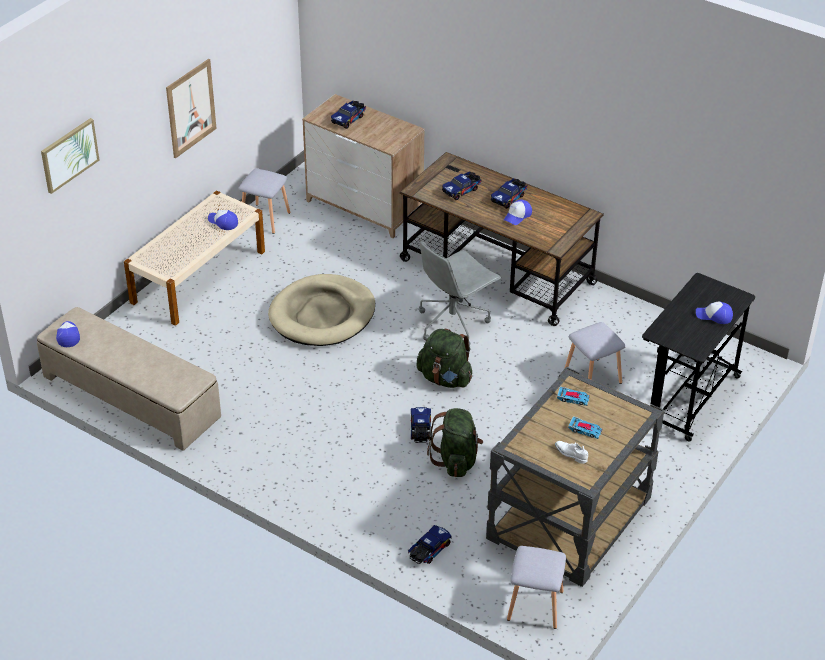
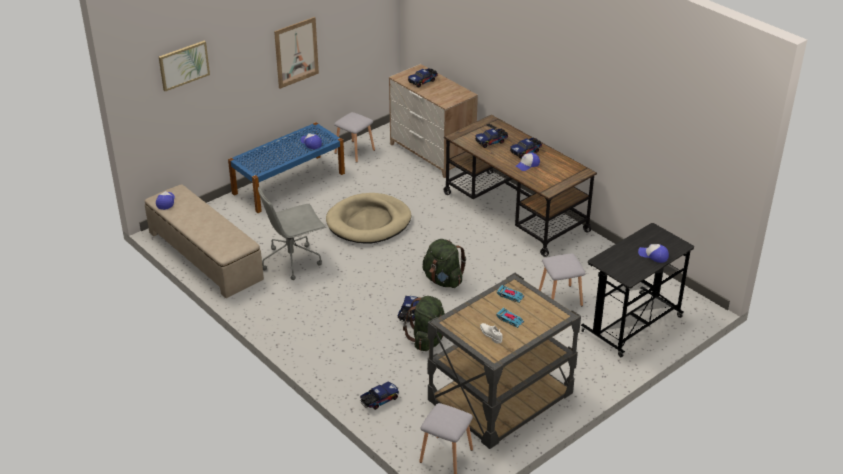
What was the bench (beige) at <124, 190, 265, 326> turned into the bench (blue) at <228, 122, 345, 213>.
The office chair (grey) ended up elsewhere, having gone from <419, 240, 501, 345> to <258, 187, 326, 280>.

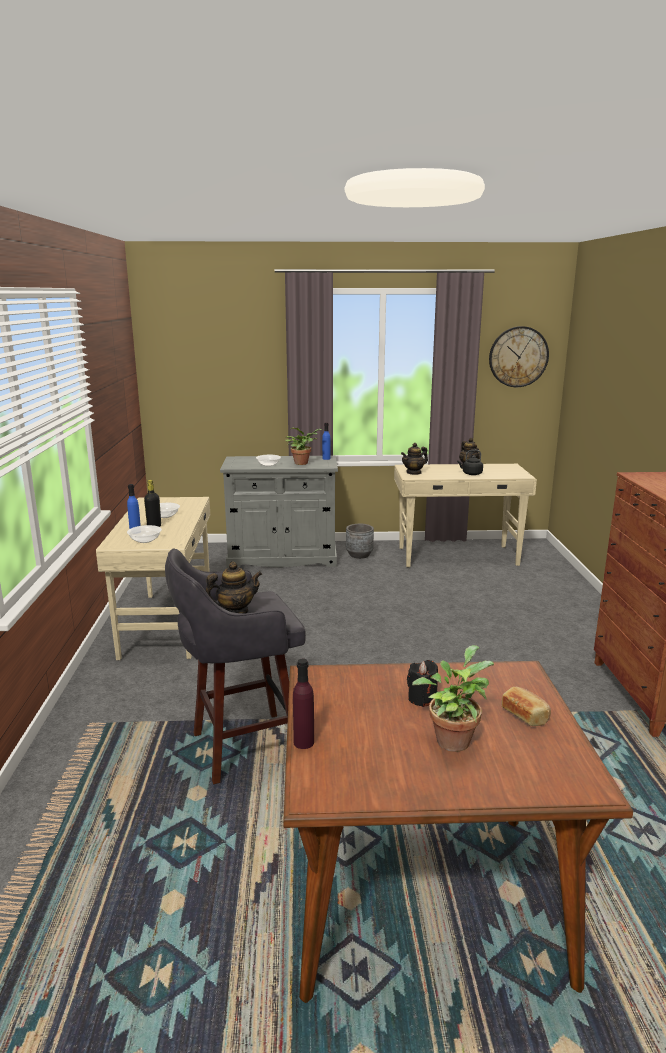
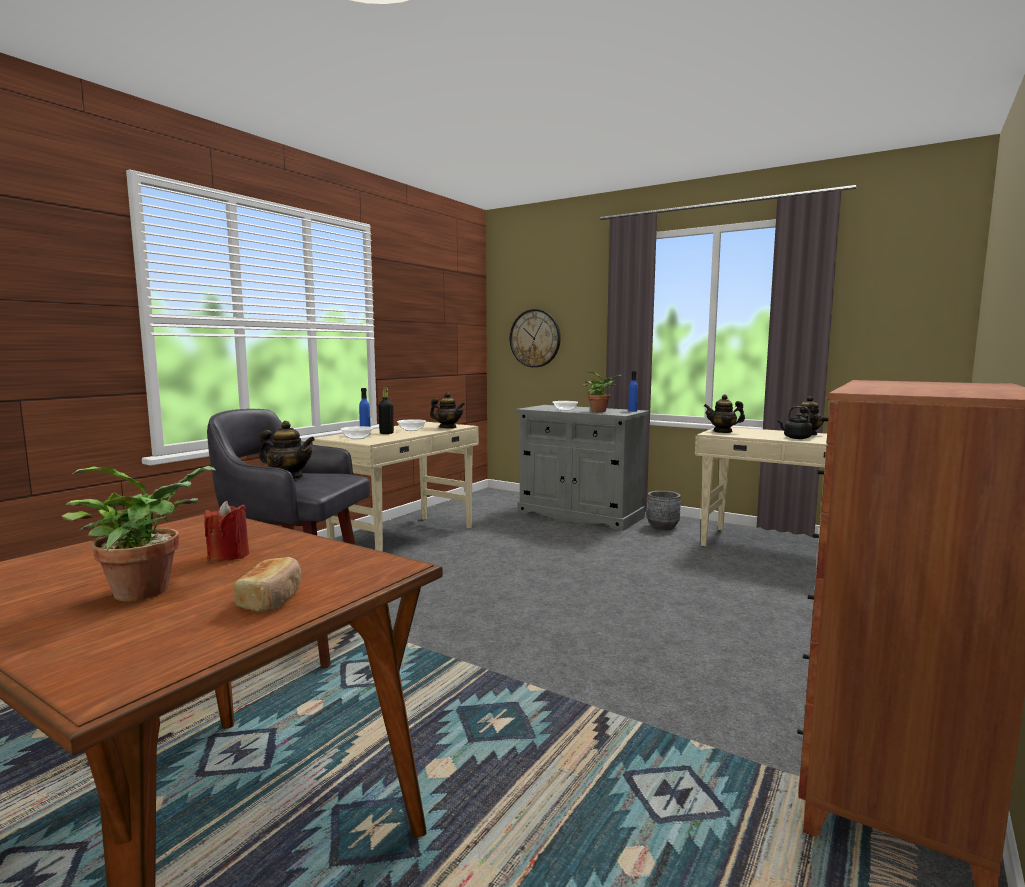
What was the candle (black) at <407, 660, 438, 707> turned into the candle (red) at <204, 501, 249, 561>.
The second view gained the teapot at <430, 392, 465, 428>.
The wall clock ended up elsewhere, having gone from <489, 326, 549, 387> to <510, 309, 561, 368>.
The second view lost the bottle (purple) at <293, 658, 314, 749>.

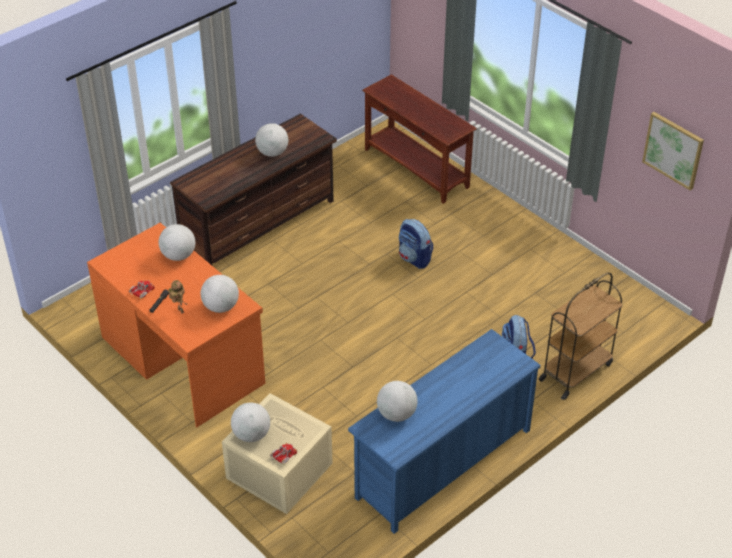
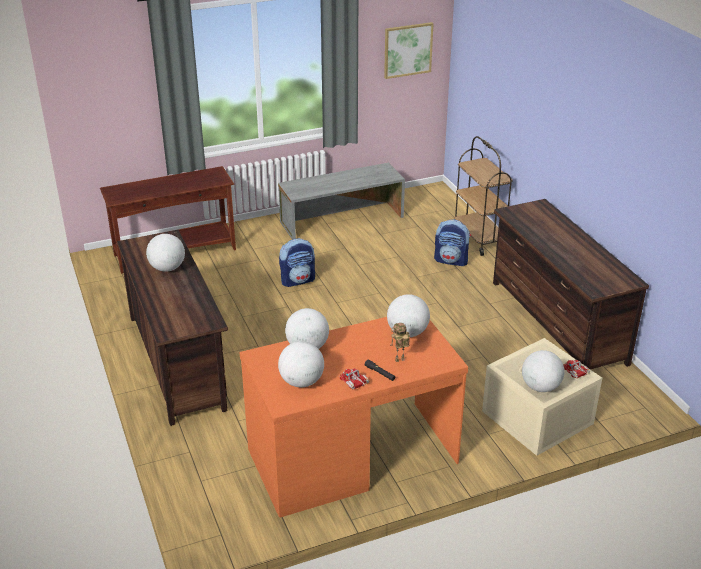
The second view gained the bench (grey) at <278, 163, 405, 240>.
The globe ended up elsewhere, having gone from <377, 381, 418, 422> to <278, 341, 324, 387>.
What was the dresser (blue) at <348, 329, 540, 534> turned into the dresser (brown) at <493, 199, 649, 370>.

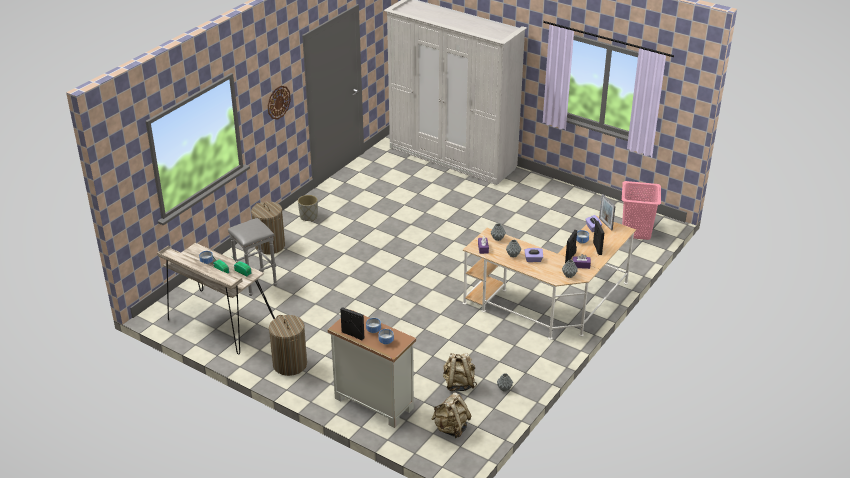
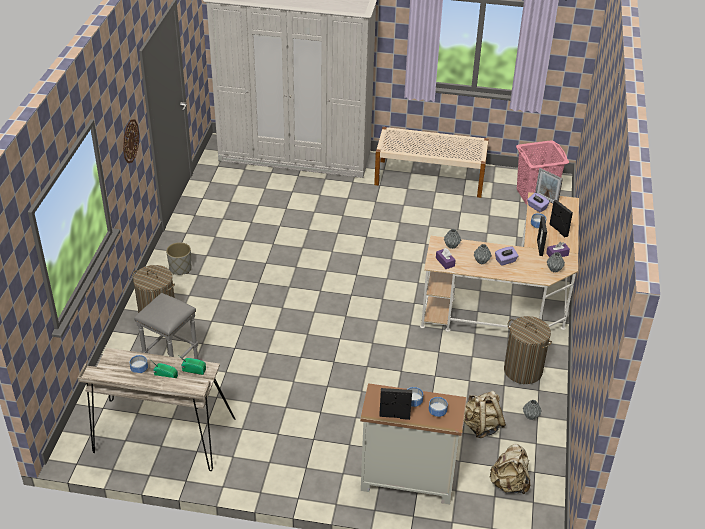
The second view gained the bench (beige) at <374, 127, 489, 198>.
The laundry basket ended up elsewhere, having gone from <269, 315, 307, 376> to <504, 316, 552, 384>.

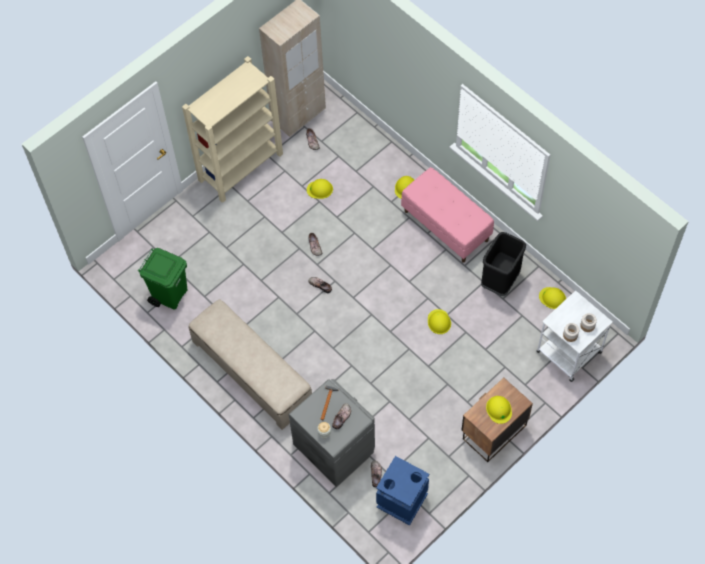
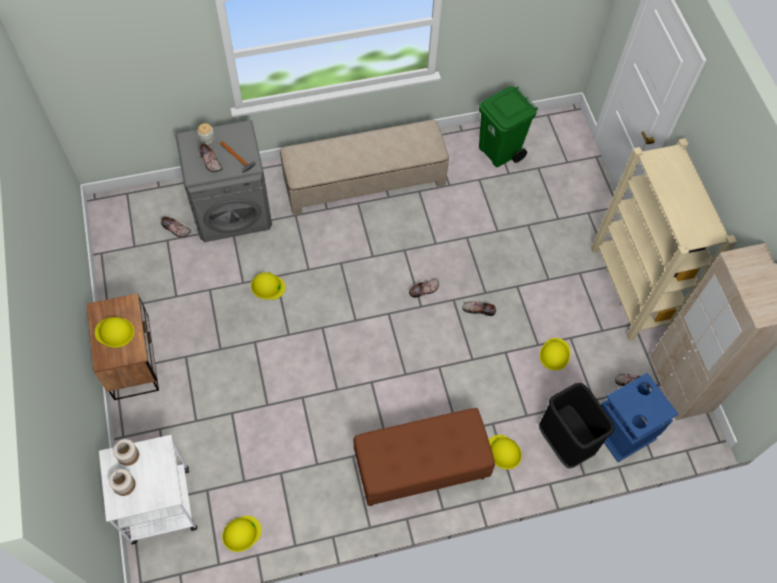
The hard hat (yellow) ended up elsewhere, having gone from <428, 309, 451, 334> to <251, 272, 286, 300>.
What was the bench (pink) at <401, 167, 494, 263> turned into the bench (brown) at <353, 408, 495, 506>.
The trash can (black) ended up elsewhere, having gone from <481, 232, 526, 296> to <539, 383, 615, 469>.
The trash can (blue) ended up elsewhere, having gone from <376, 456, 429, 526> to <601, 373, 678, 462>.

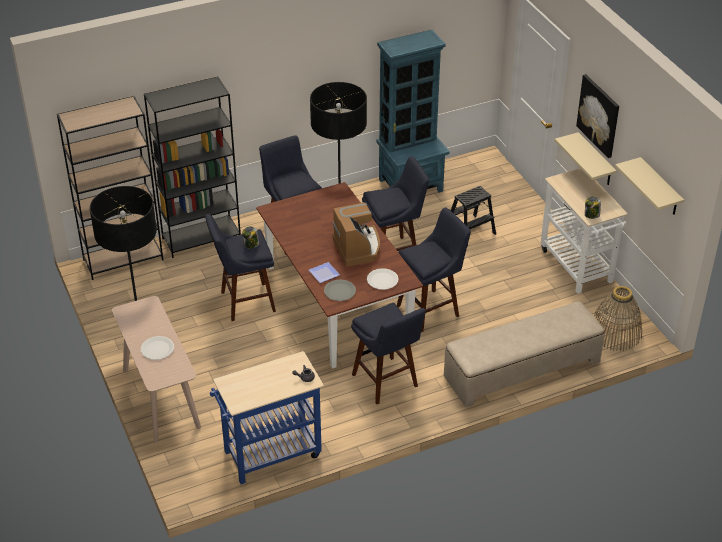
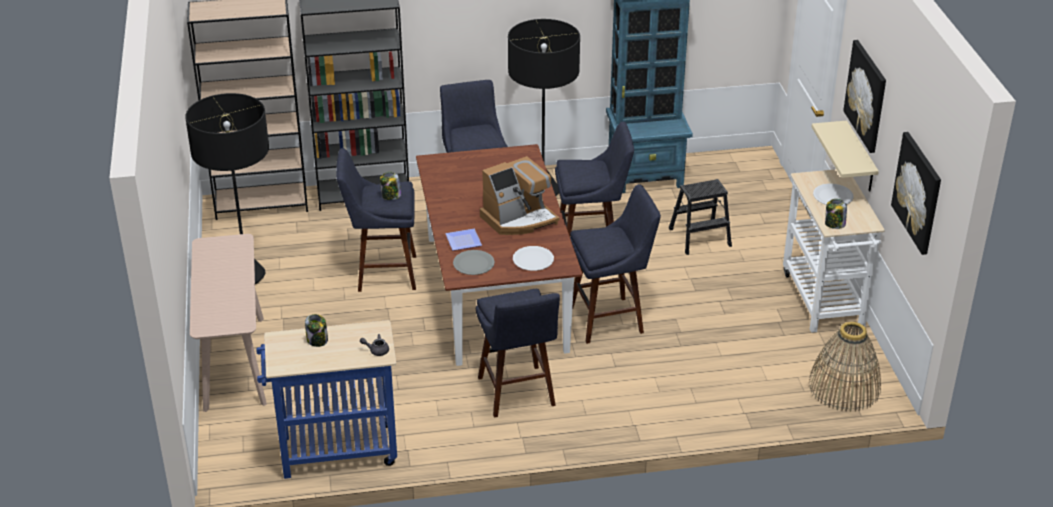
The second view gained the jar at <305, 314, 328, 347>.
The coffee machine at <333, 202, 380, 267> ended up facing another way, 60 degrees clockwise from before.
The plate (white) ended up elsewhere, having gone from <141, 336, 174, 360> to <813, 183, 854, 205>.
Where the shelf (beige) hung at <615, 157, 684, 215>, the picture came to hang at <891, 132, 941, 255>.
The second view lost the bench (beige) at <444, 301, 605, 407>.

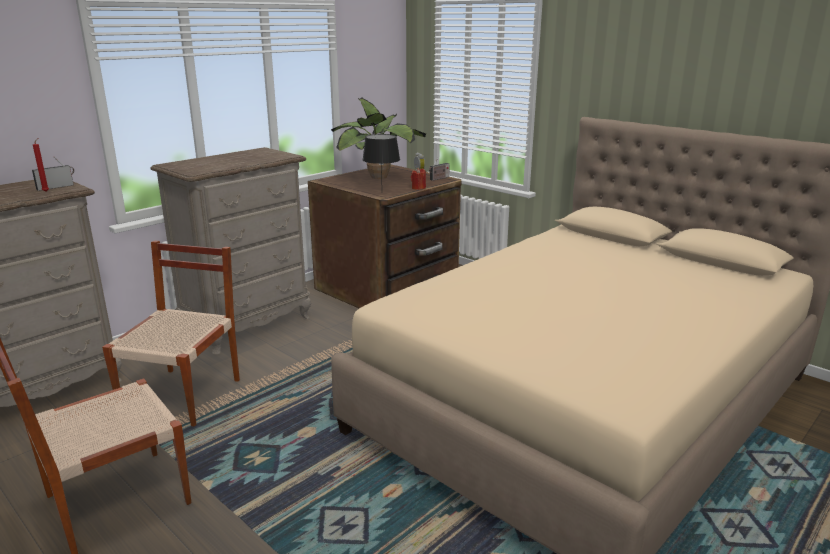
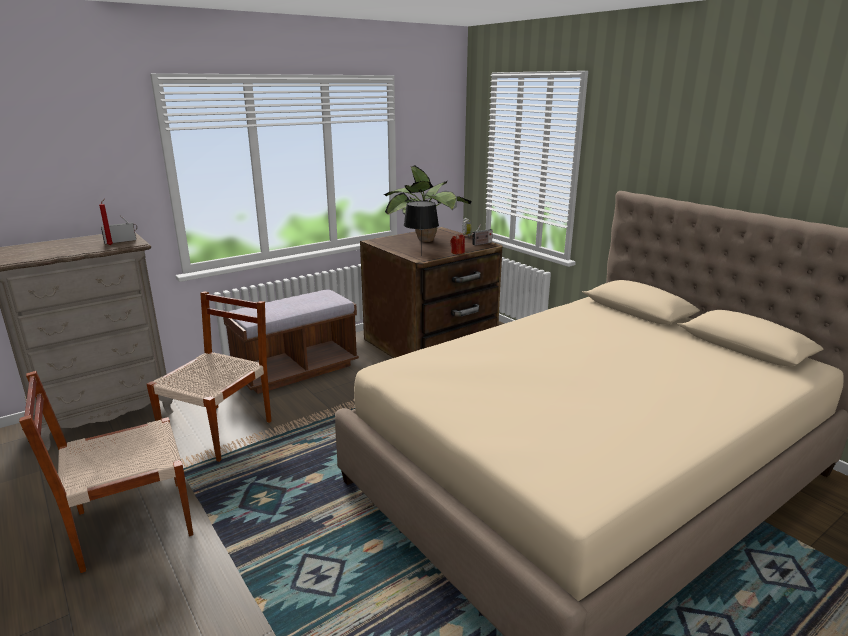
Where the dresser (beige) stood at <150, 147, 311, 354>, the bench (brown) came to stand at <223, 289, 359, 394>.

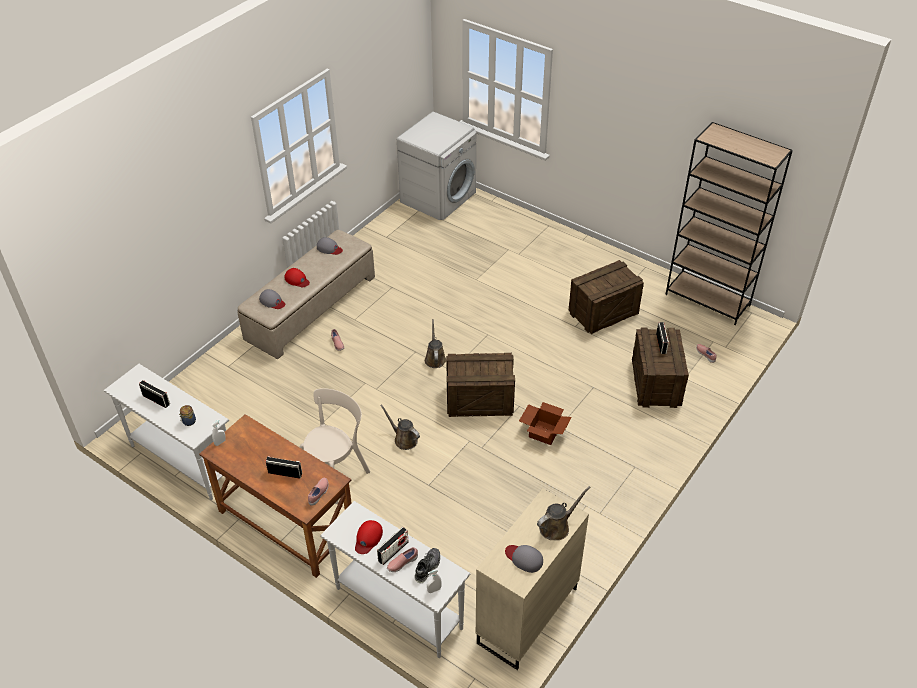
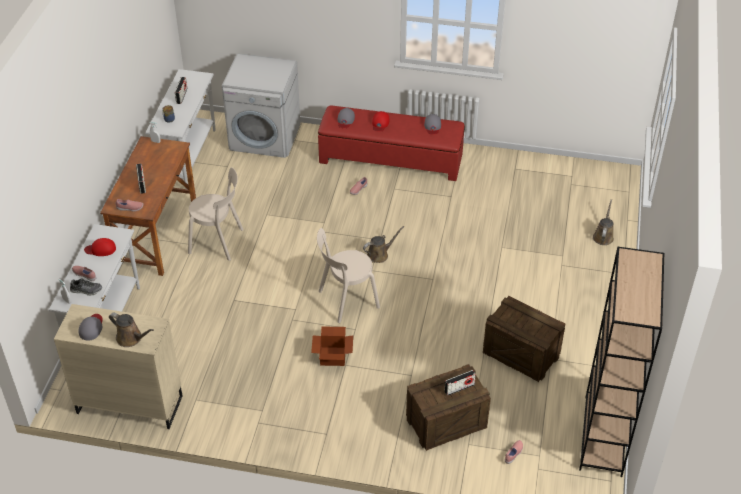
The washing machine (white) ended up elsewhere, having gone from <397, 111, 476, 220> to <222, 54, 300, 158>.
Where the crate stood at <446, 353, 515, 417>, the chair (beige) came to stand at <317, 228, 380, 323>.
What was the bench (beige) at <238, 230, 375, 359> turned into the bench (red) at <318, 105, 465, 181>.
The watering can (brown) ended up elsewhere, having gone from <380, 405, 420, 450> to <593, 199, 614, 245>.
The second view lost the radio at <377, 527, 408, 565>.

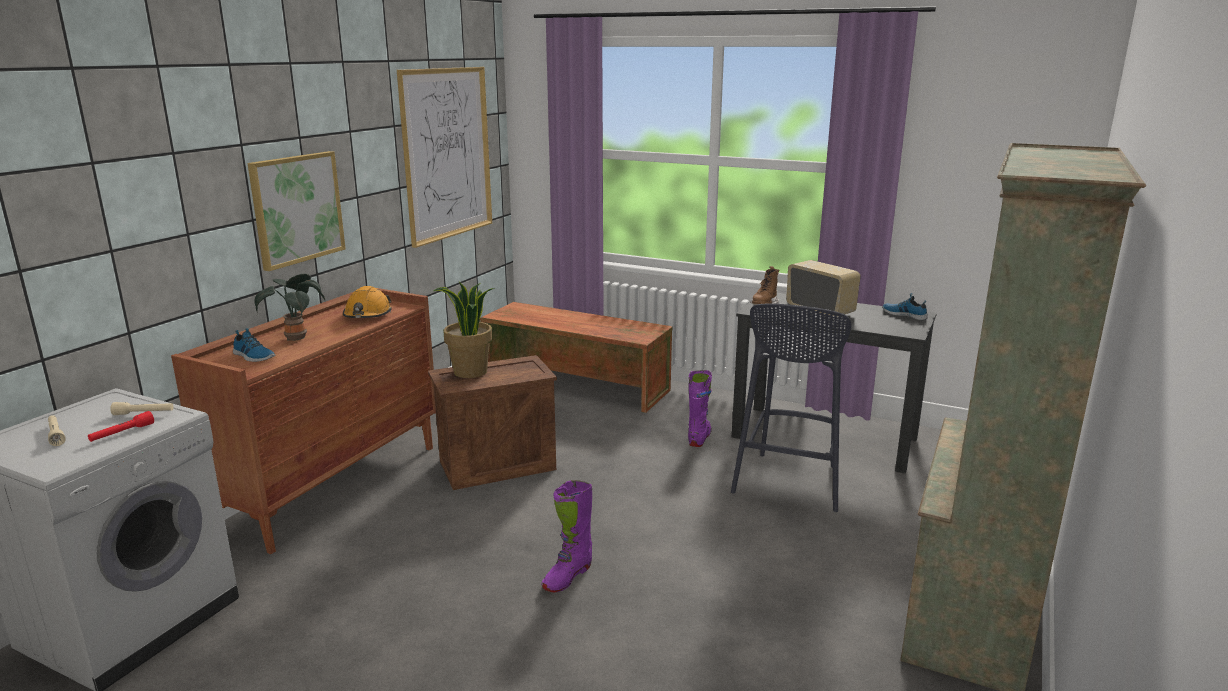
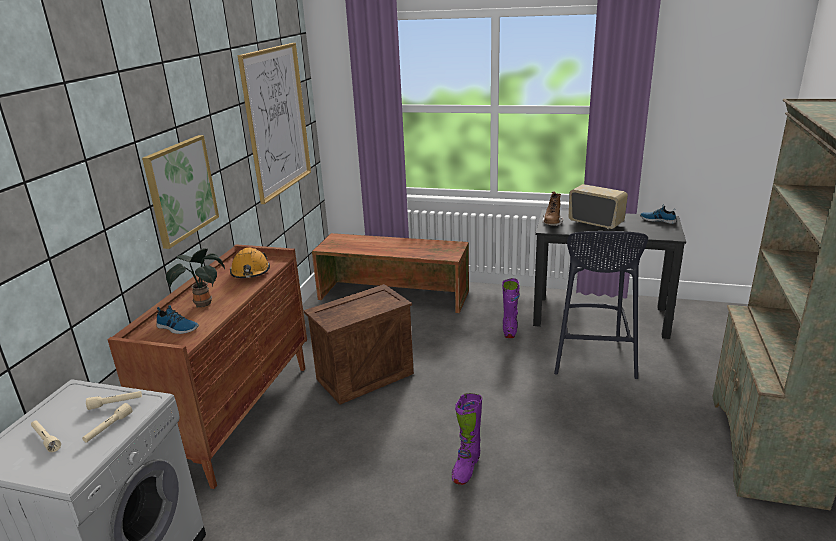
What was the flashlight (red) at <88, 411, 154, 442> turned into the flashlight (beige) at <82, 403, 132, 443>.
The second view lost the potted plant at <434, 282, 494, 378>.

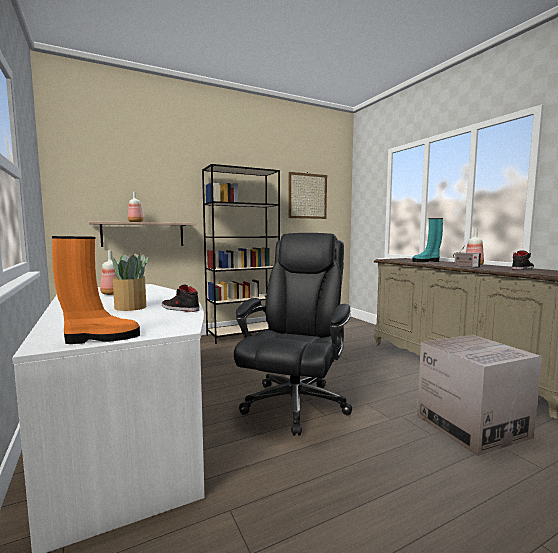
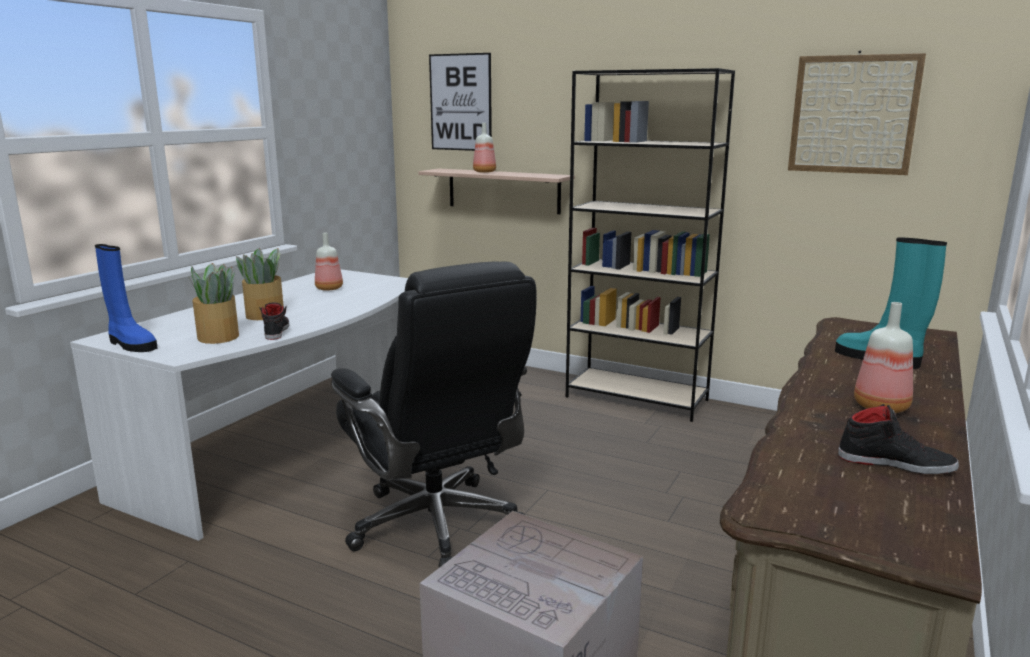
What was the boot (orange) at <52, 236, 140, 344> turned into the boot (blue) at <95, 244, 158, 352>.
The second view gained the potted plant at <188, 263, 239, 344>.
The office chair (black) at <234, 233, 352, 436> ended up facing another way, 75 degrees clockwise from before.
The second view gained the picture at <429, 53, 492, 151>.
The second view lost the radio at <453, 246, 481, 267>.

